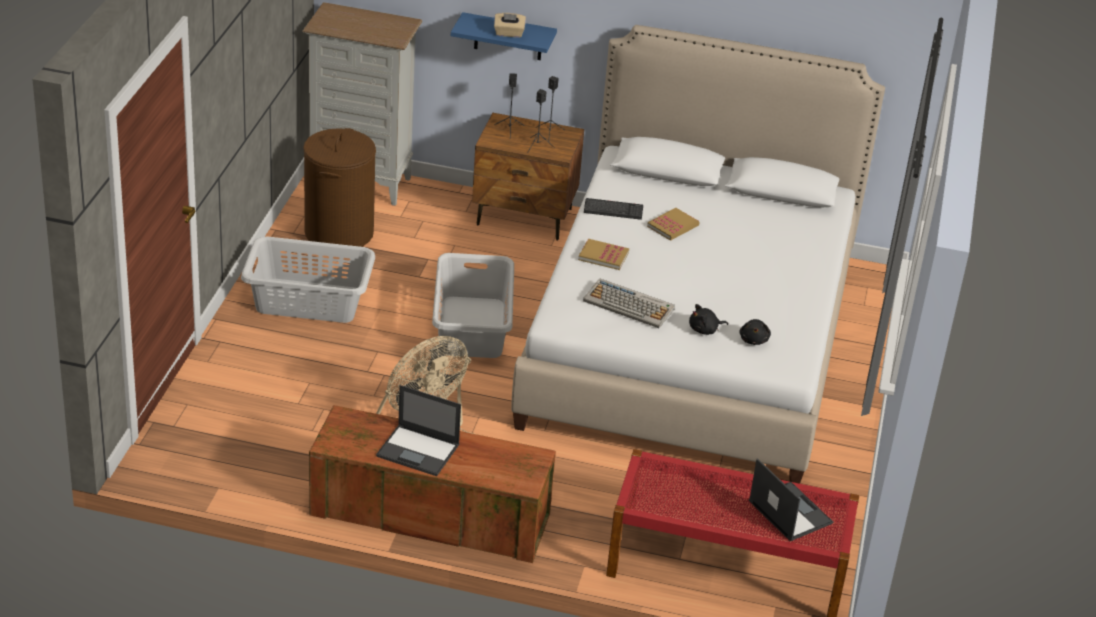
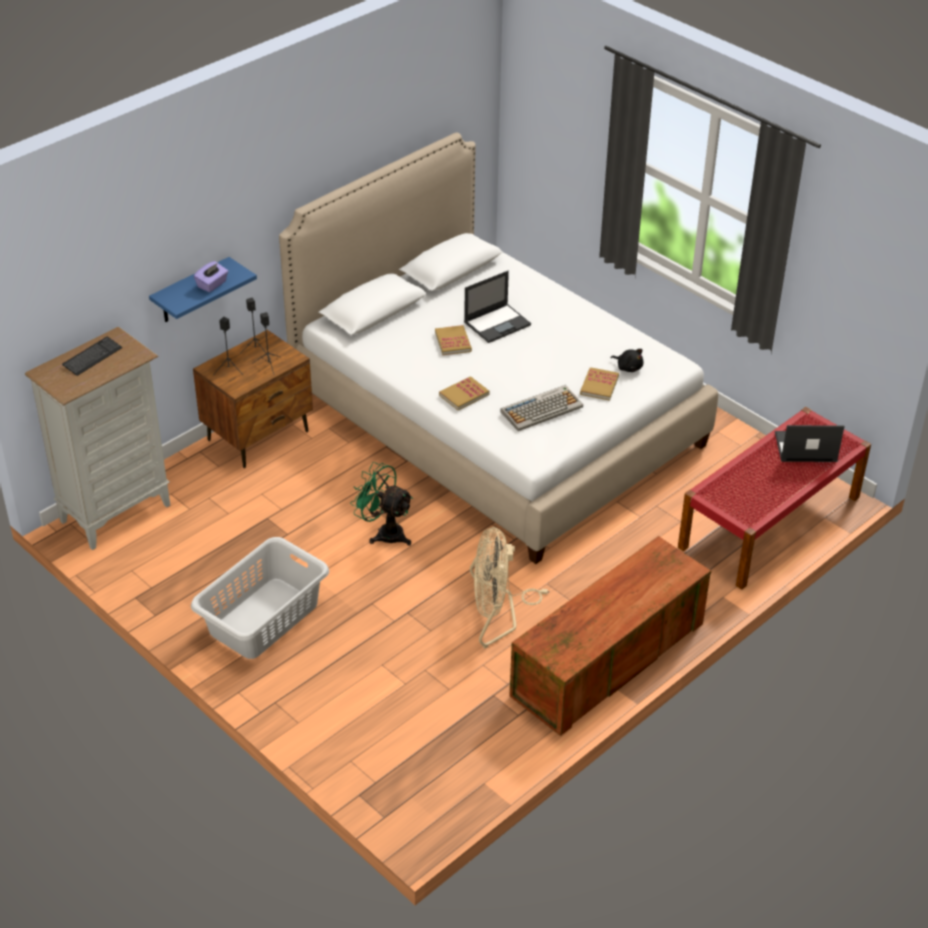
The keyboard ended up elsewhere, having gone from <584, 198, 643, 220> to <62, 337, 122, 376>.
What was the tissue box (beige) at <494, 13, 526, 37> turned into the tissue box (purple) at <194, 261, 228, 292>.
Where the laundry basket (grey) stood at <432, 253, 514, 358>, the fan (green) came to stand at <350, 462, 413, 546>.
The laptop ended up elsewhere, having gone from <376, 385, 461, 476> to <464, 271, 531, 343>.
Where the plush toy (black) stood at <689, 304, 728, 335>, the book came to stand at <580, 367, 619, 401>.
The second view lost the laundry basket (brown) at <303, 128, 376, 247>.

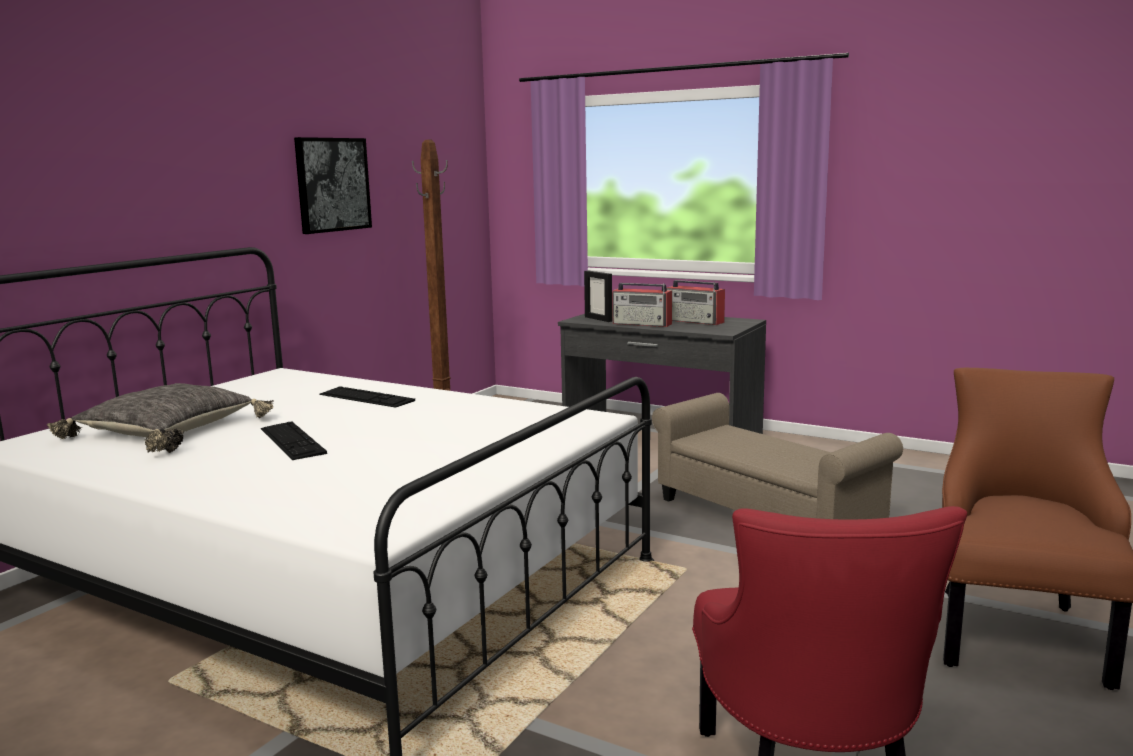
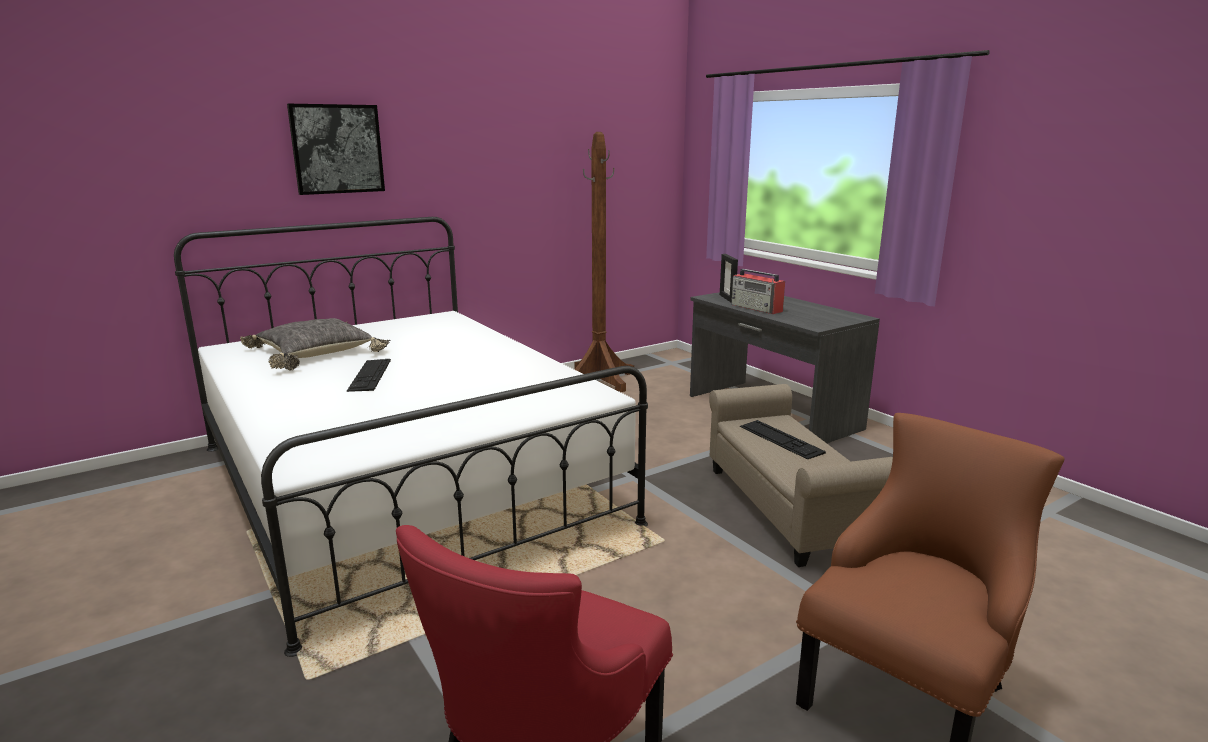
The picture ended up elsewhere, having gone from <294, 137, 372, 234> to <287, 104, 385, 195>.
The keyboard ended up elsewhere, having gone from <319, 386, 415, 408> to <740, 420, 826, 459>.
The second view lost the radio at <667, 280, 725, 325>.

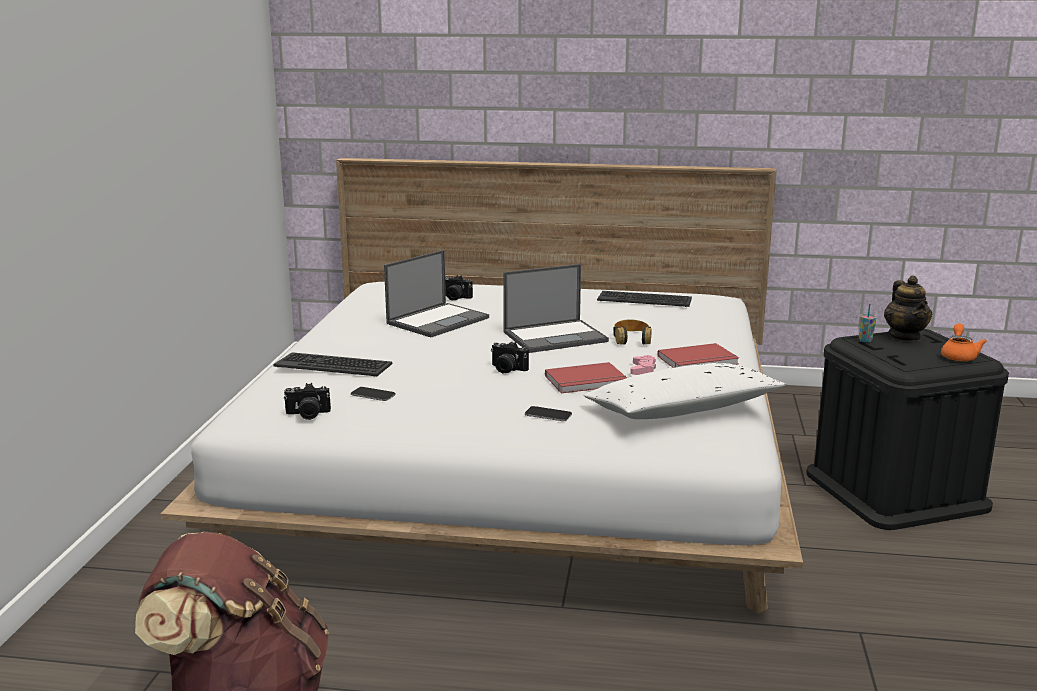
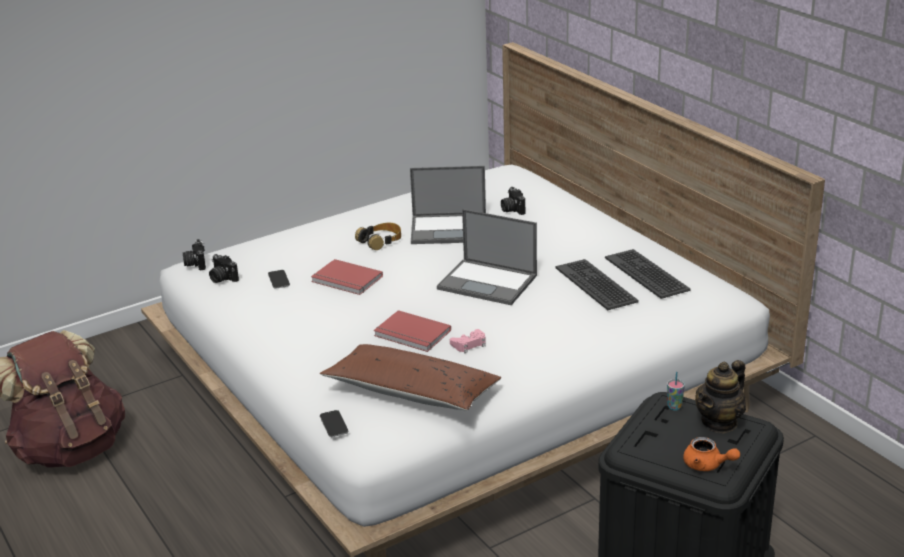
The photo camera ended up elsewhere, having gone from <491, 341, 529, 373> to <183, 239, 206, 270>.
The book (red) ended up elsewhere, having gone from <657, 343, 739, 368> to <311, 259, 383, 295>.
What was the pillow (white) at <583, 363, 786, 419> turned into the pillow (brown) at <320, 344, 501, 411>.
The phone ended up elsewhere, having gone from <525, 406, 572, 421> to <320, 410, 348, 437>.
The headphones ended up elsewhere, having gone from <614, 319, 651, 345> to <355, 223, 401, 250>.
The keyboard ended up elsewhere, having gone from <273, 352, 392, 377> to <555, 259, 639, 310>.
The teapot (orange) at <941, 323, 987, 361> ended up facing another way, 60 degrees clockwise from before.

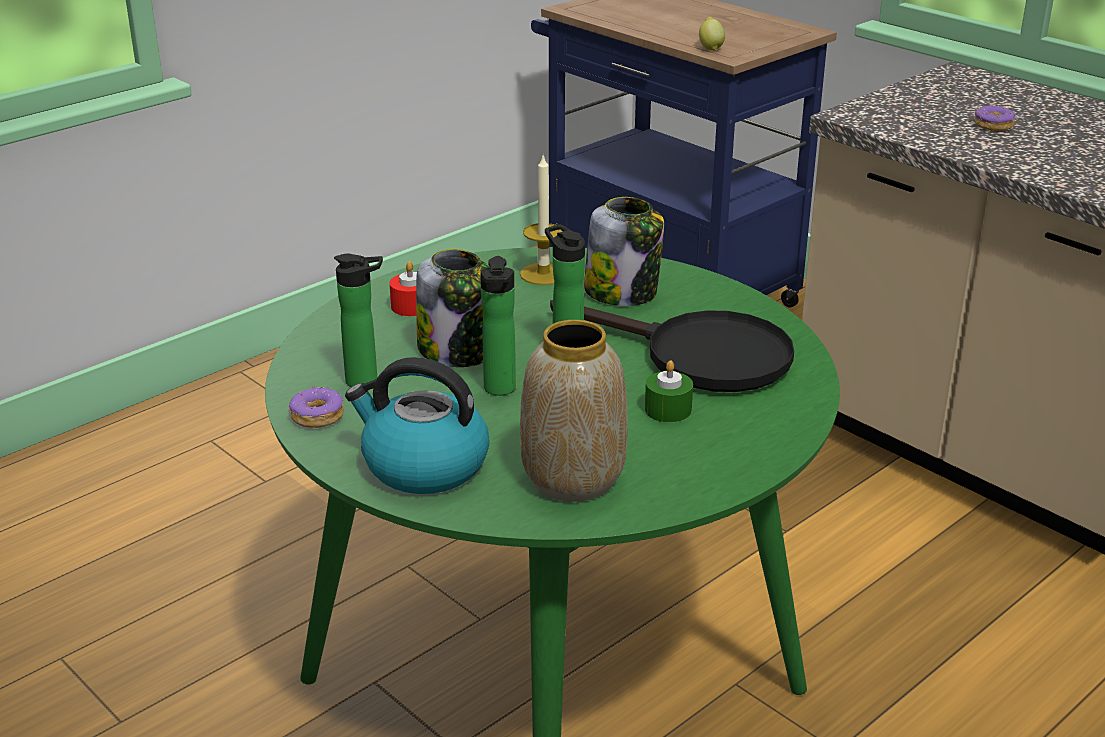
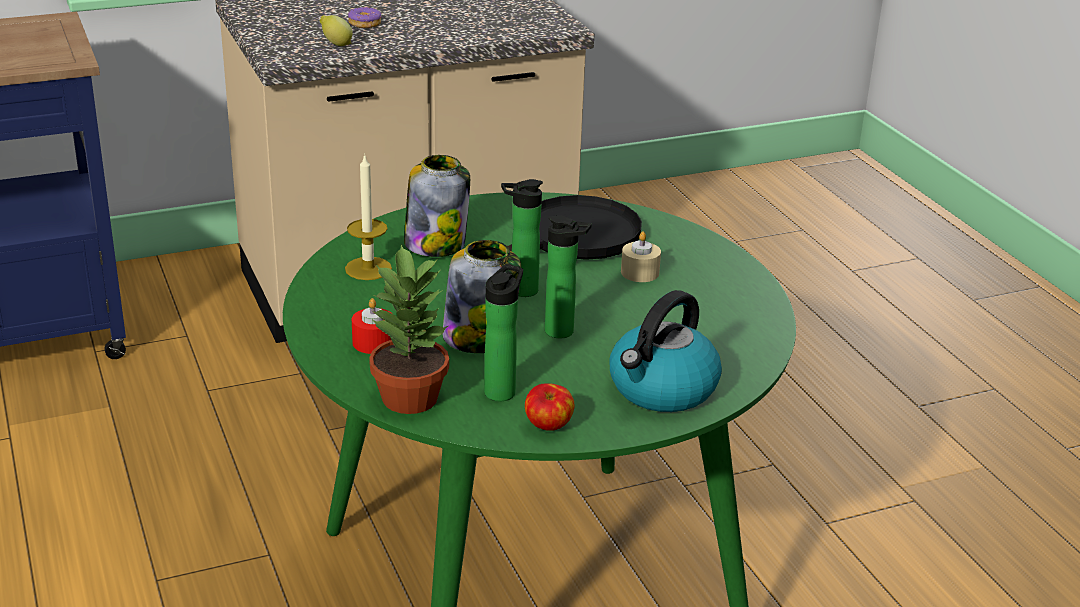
The lemon ended up elsewhere, having gone from <699, 17, 725, 51> to <320, 15, 353, 46>.
The second view gained the potted plant at <369, 244, 449, 414>.
Where the donut stood at <288, 386, 344, 428>, the apple came to stand at <525, 383, 574, 431>.
What was the candle (green) at <645, 360, 693, 422> turned into the candle (beige) at <621, 231, 661, 282>.
The second view lost the vase at <520, 320, 628, 502>.

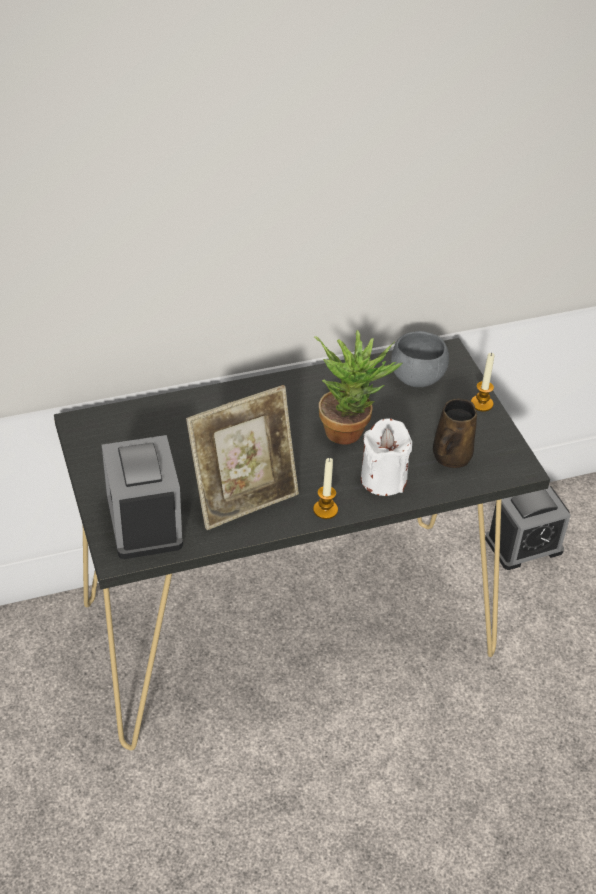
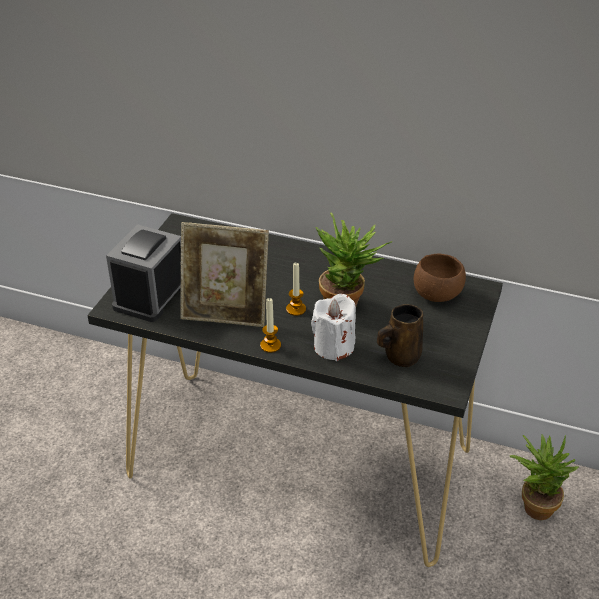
The candle ended up elsewhere, having gone from <471, 352, 495, 412> to <286, 262, 306, 316>.
What was the bowl (grey) at <391, 331, 449, 387> turned into the bowl (brown) at <414, 253, 466, 302>.
Where the alarm clock stood at <485, 486, 571, 570>, the potted plant came to stand at <510, 434, 579, 520>.

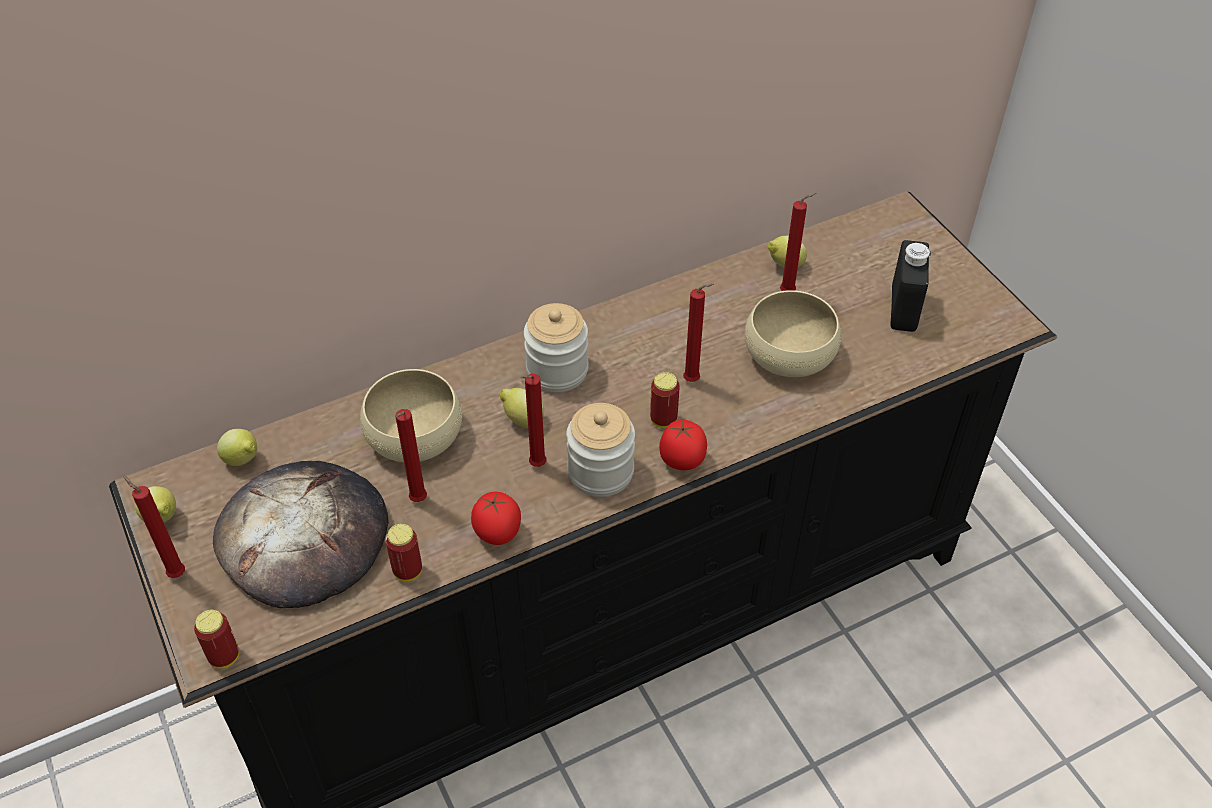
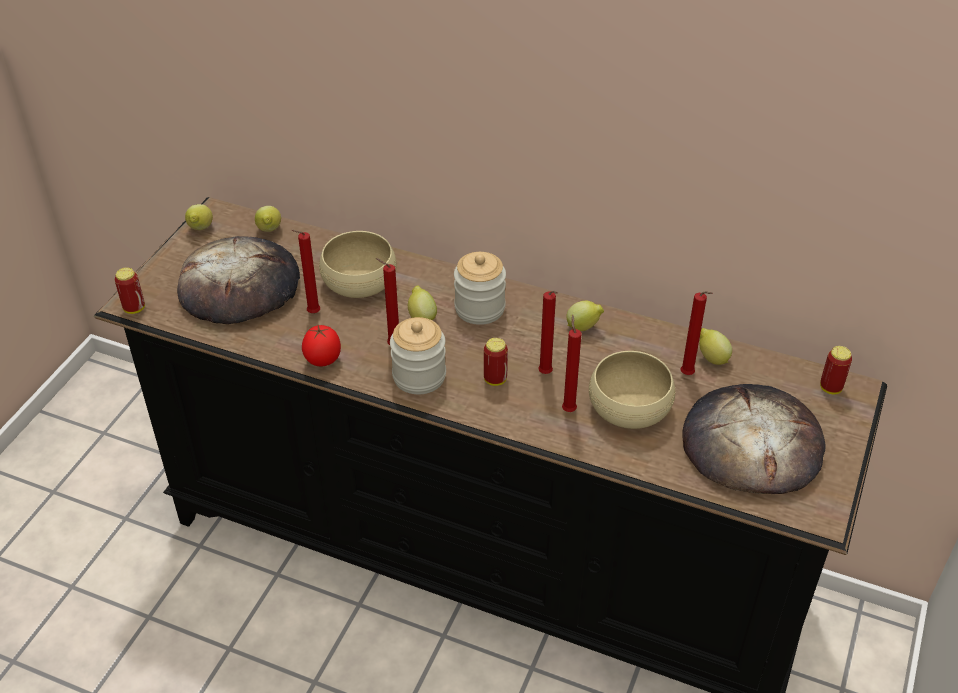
The candle (red) ended up elsewhere, having gone from <123, 475, 185, 578> to <562, 315, 582, 412>.
The second view gained the lemon at <566, 301, 604, 331>.
Where the bottle (black) stood at <890, 240, 931, 332>, the bread came to stand at <682, 384, 826, 494>.
The can ended up elsewhere, having gone from <385, 524, 422, 582> to <820, 346, 852, 394>.
The second view lost the tomato at <659, 420, 707, 470>.

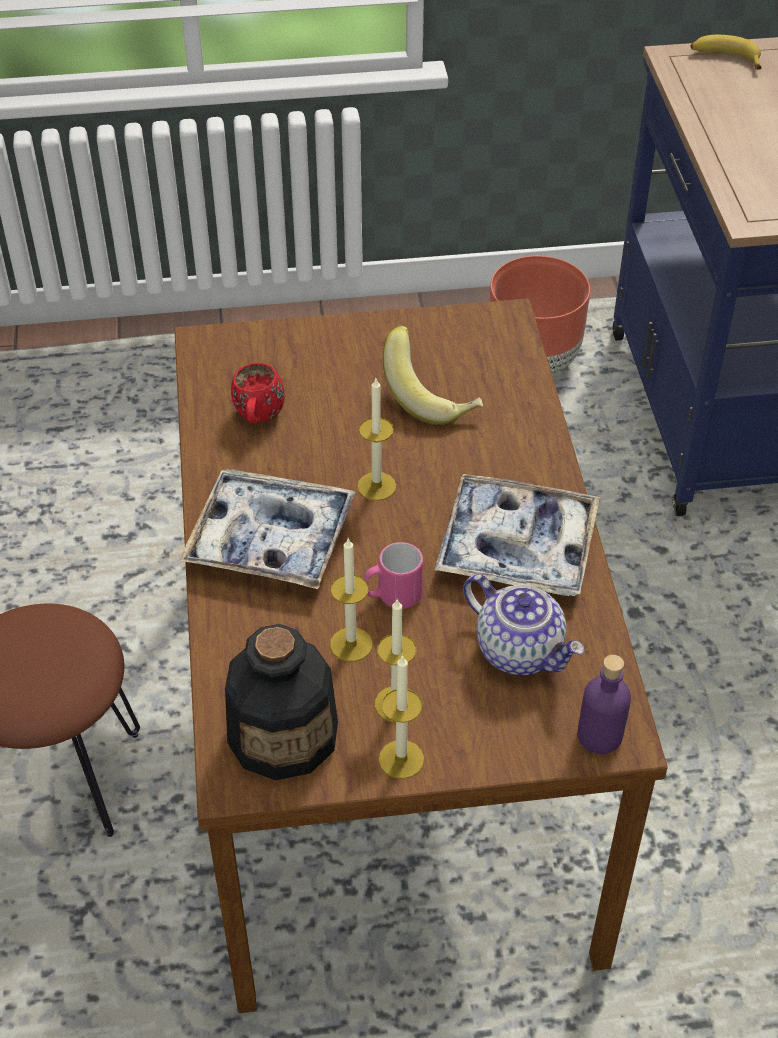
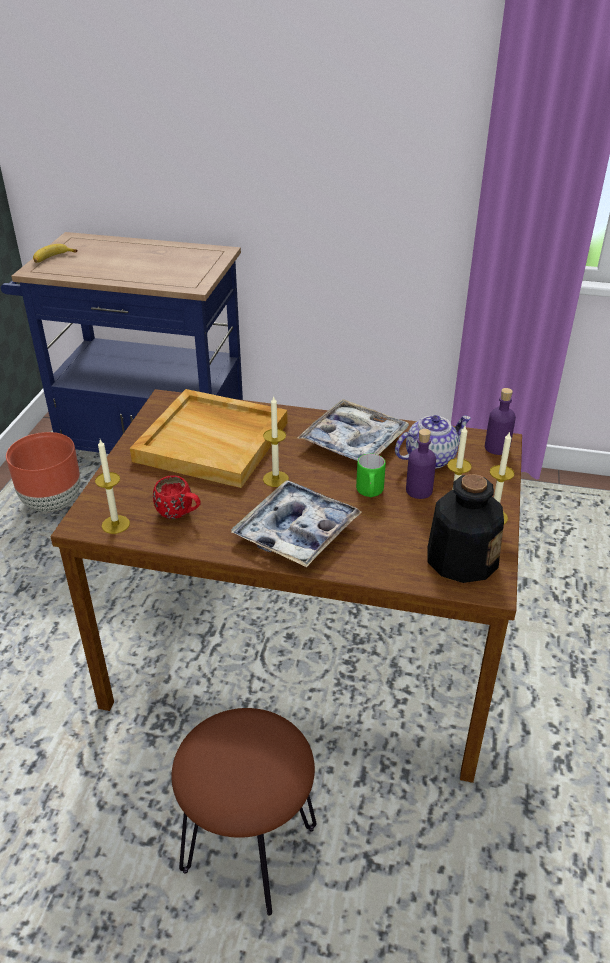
The candle ended up elsewhere, having gone from <330, 538, 373, 662> to <95, 439, 130, 534>.
Where the banana stood at <383, 326, 484, 425>, the tray (beige) came to stand at <130, 389, 288, 488>.
What was the mug (pink) at <363, 542, 423, 609> turned into the mug (green) at <356, 454, 386, 497>.
The second view gained the bottle (purple) at <406, 429, 436, 499>.

